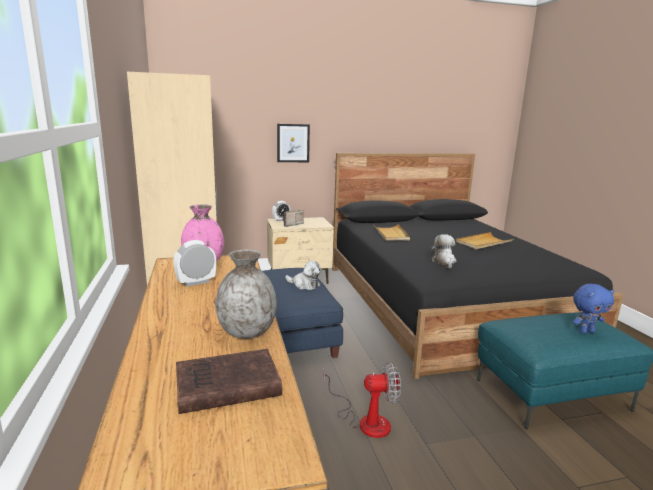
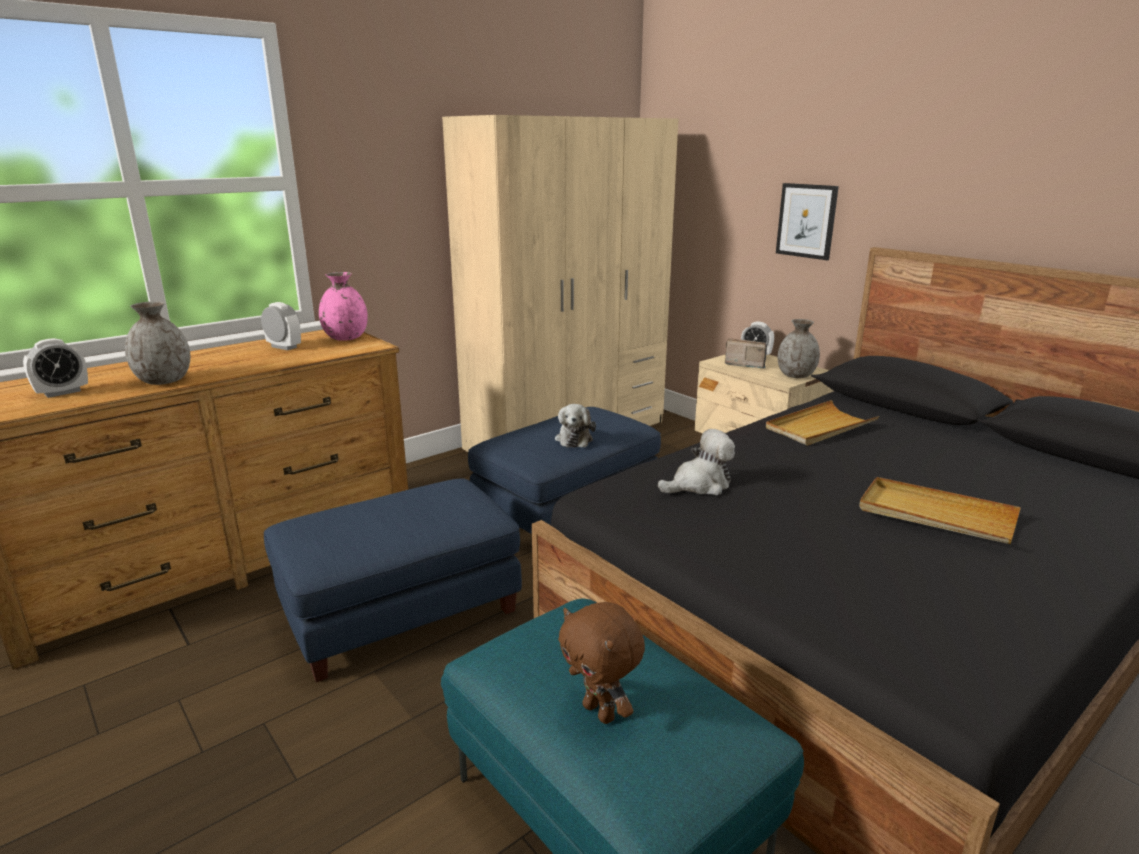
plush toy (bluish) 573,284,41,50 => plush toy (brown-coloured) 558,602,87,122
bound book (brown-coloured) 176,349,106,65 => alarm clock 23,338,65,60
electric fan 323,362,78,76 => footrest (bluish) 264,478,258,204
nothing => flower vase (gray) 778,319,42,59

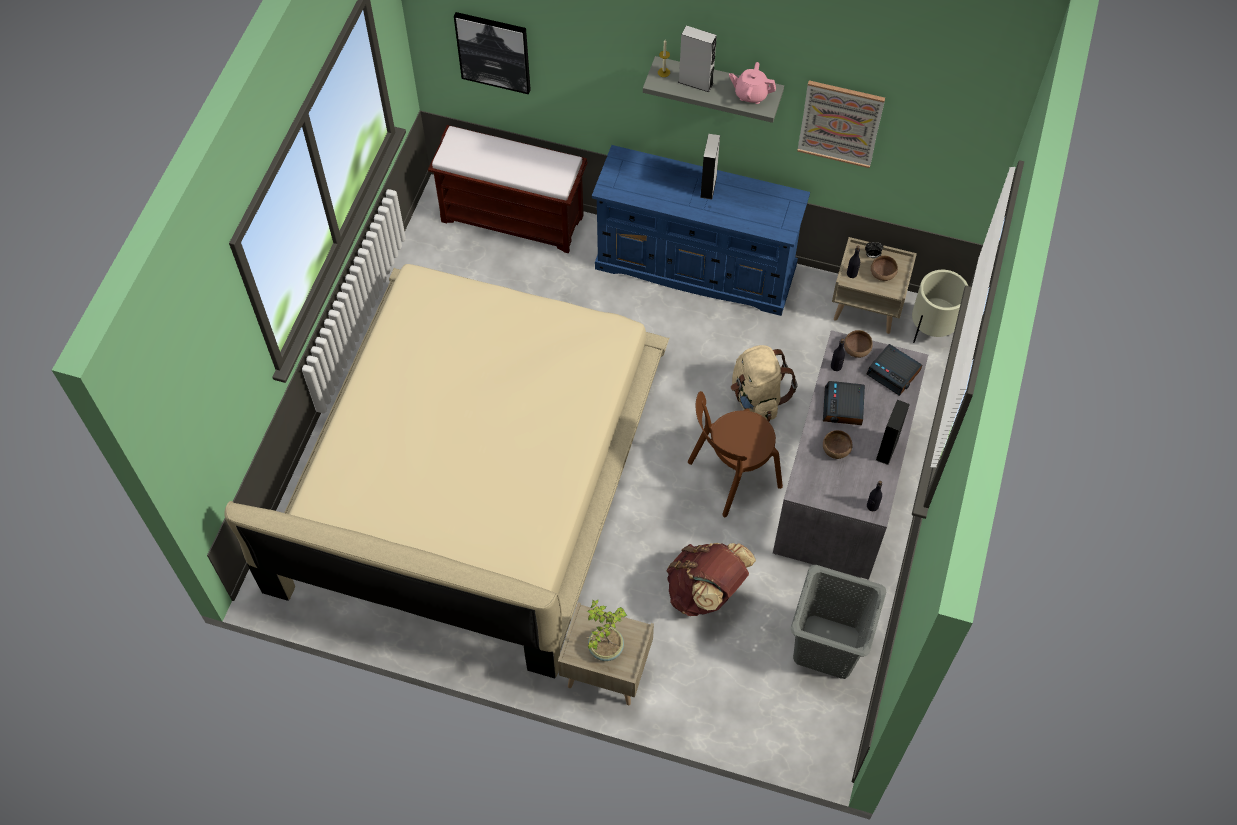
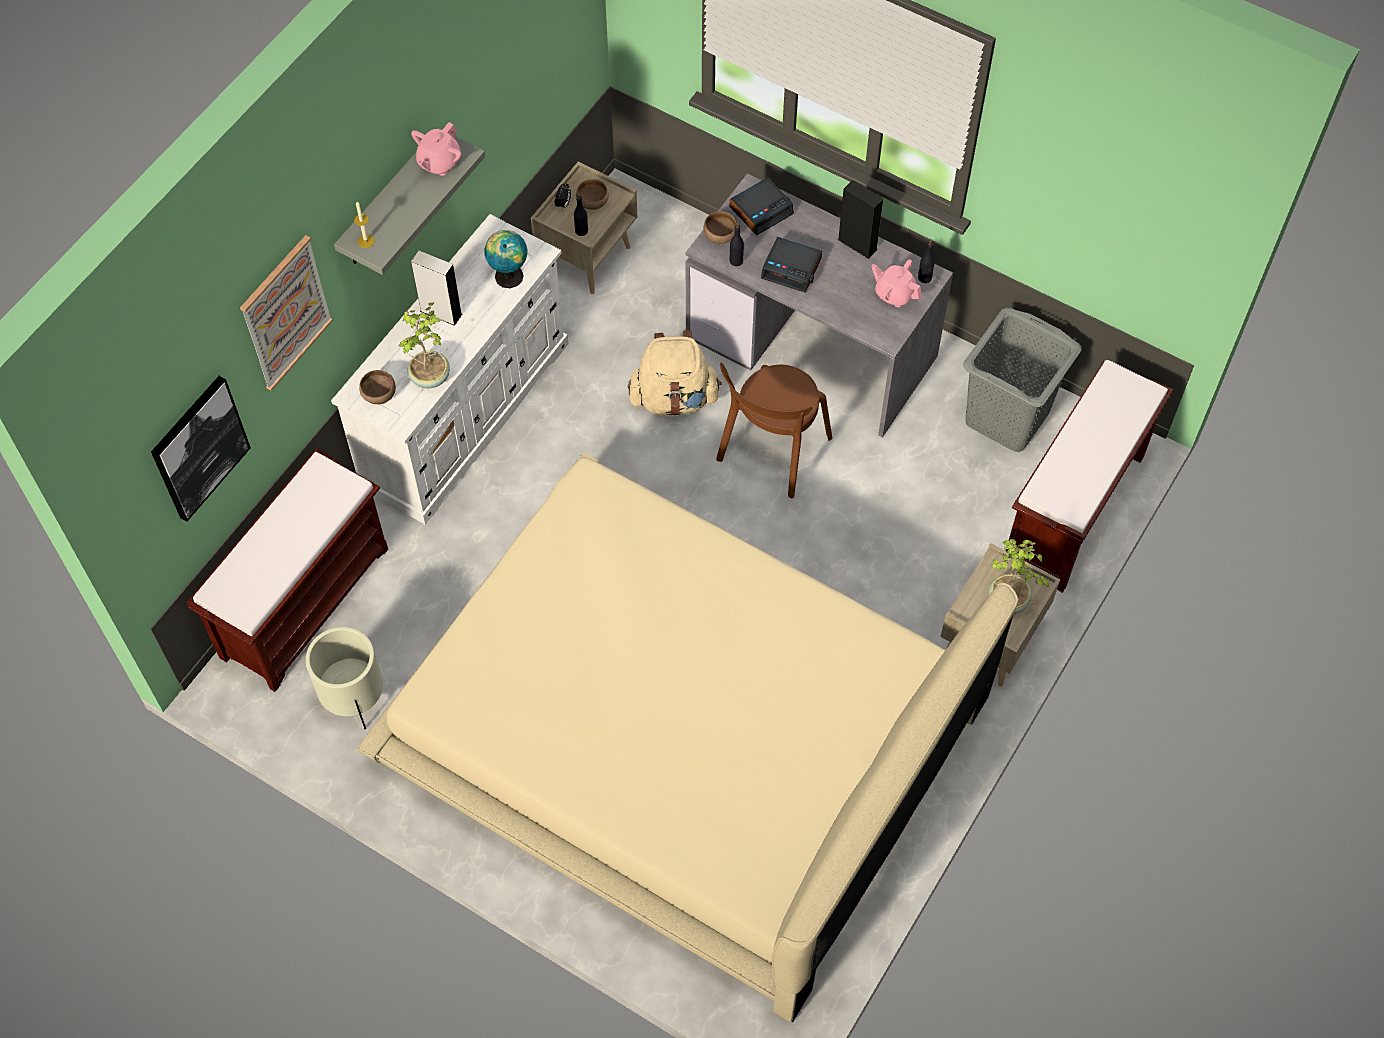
speaker (gray) 678,26,39,66 => nothing
wall picture 797,80,88,88 => wall picture 240,235,93,156, move
dresser (bluish) 592,145,218,171 => dresser (white) 331,214,237,310
planter (beige) 912,270,56,73 => planter (beige) 306,627,77,102, move
chair (brown-coloured) 688,391,95,126 => chair (brown-coloured) 716,363,116,136, 45 degrees clockwise
deep dish (brown-coloured) 823,430,30,29 => deep dish (brown-coloured) 359,370,37,34, move
knapsack (brown-coloured) 666,543,90,73 => nothing
nothing => desk globe 484,230,44,58
nothing => tea pot (pinkish) 871,259,51,48
nothing => plant in a pot 399,303,51,85
nothing => long seat (brown-coloured) 1006,360,167,233

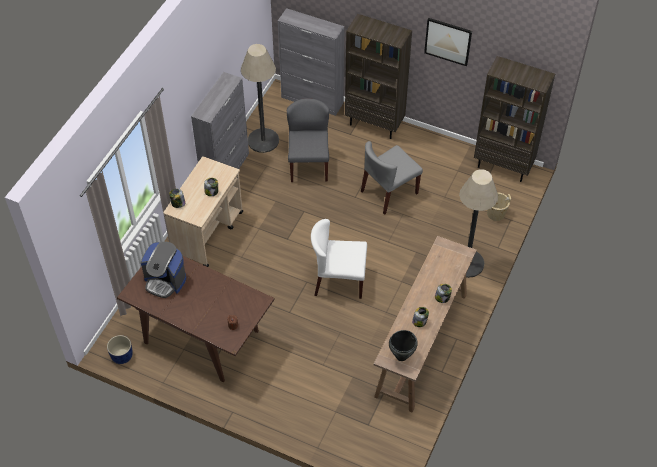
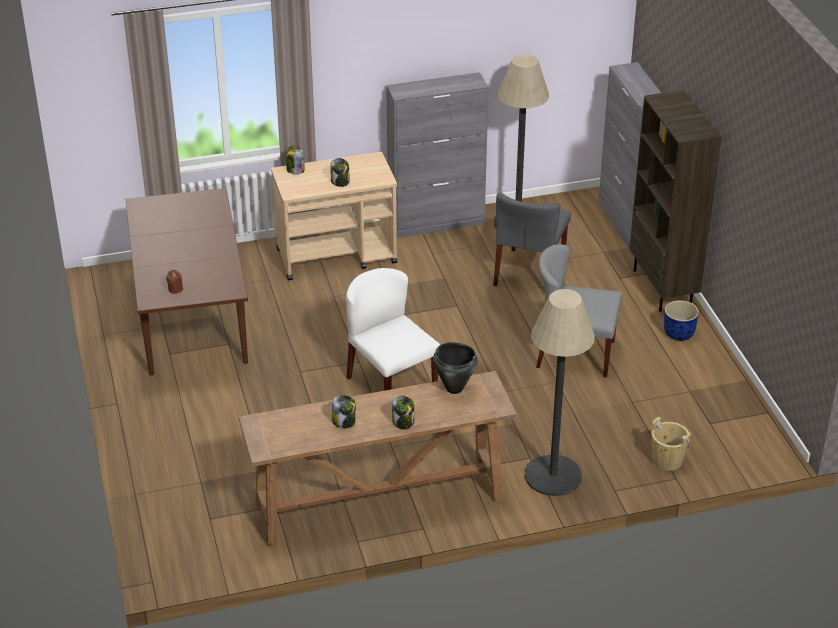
wall picture 424,18,48,48 => nothing
shelving unit (brown-coloured) 474,56,81,126 => nothing
chair (gray) 287,98,42,84 => chair (gray) 493,193,78,93, 150 degrees clockwise
coffee brewer 140,242,46,56 => nothing
cooking pot (blackish) 389,330,29,31 => cooking pot (blackish) 433,342,45,52, move
planter (bluish) 107,335,26,29 => planter (bluish) 664,300,35,41, move

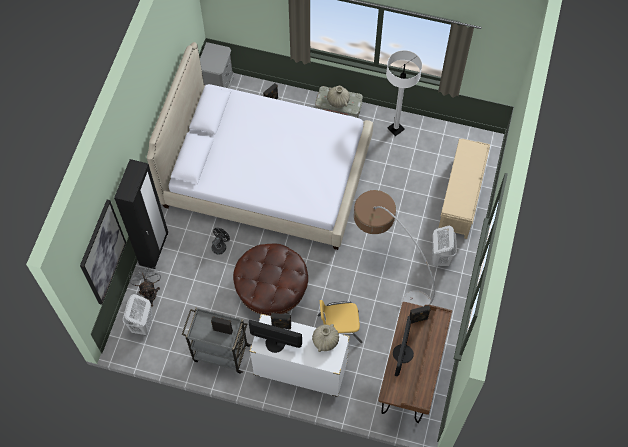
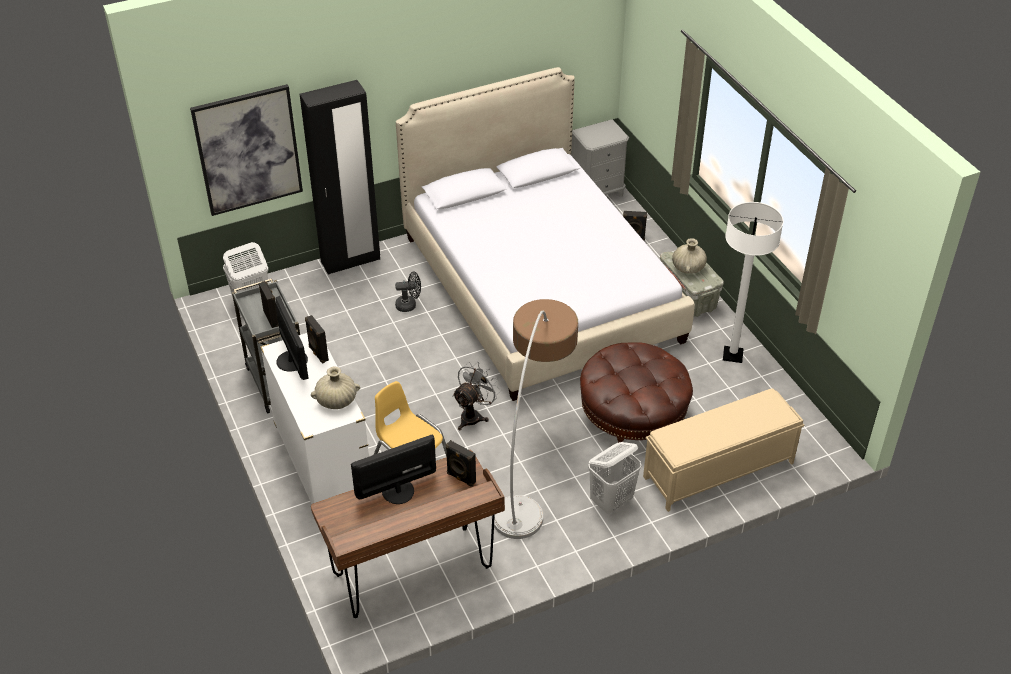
footrest (brown-coloured) 233,244,75,72 => footrest (brown-coloured) 580,342,113,101, move
electric fan (gray) 129,266,32,41 => electric fan (gray) 452,362,49,68, move

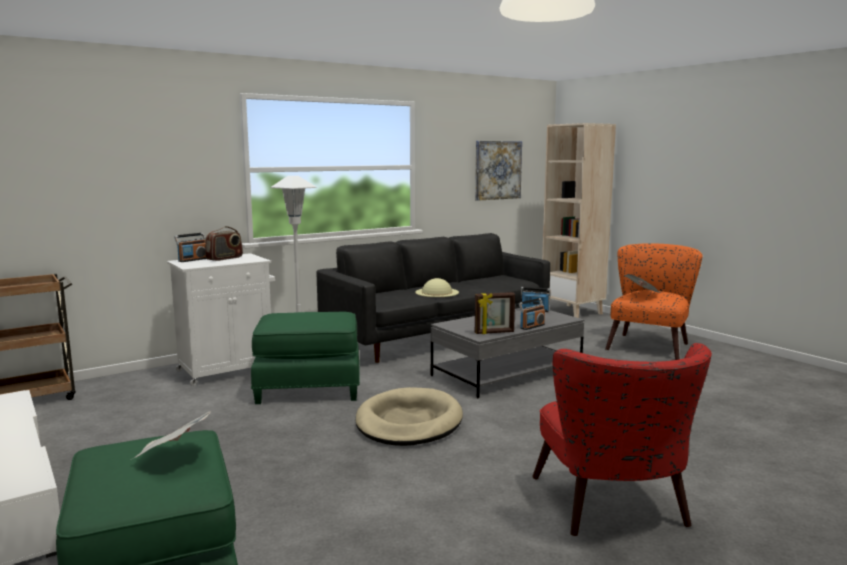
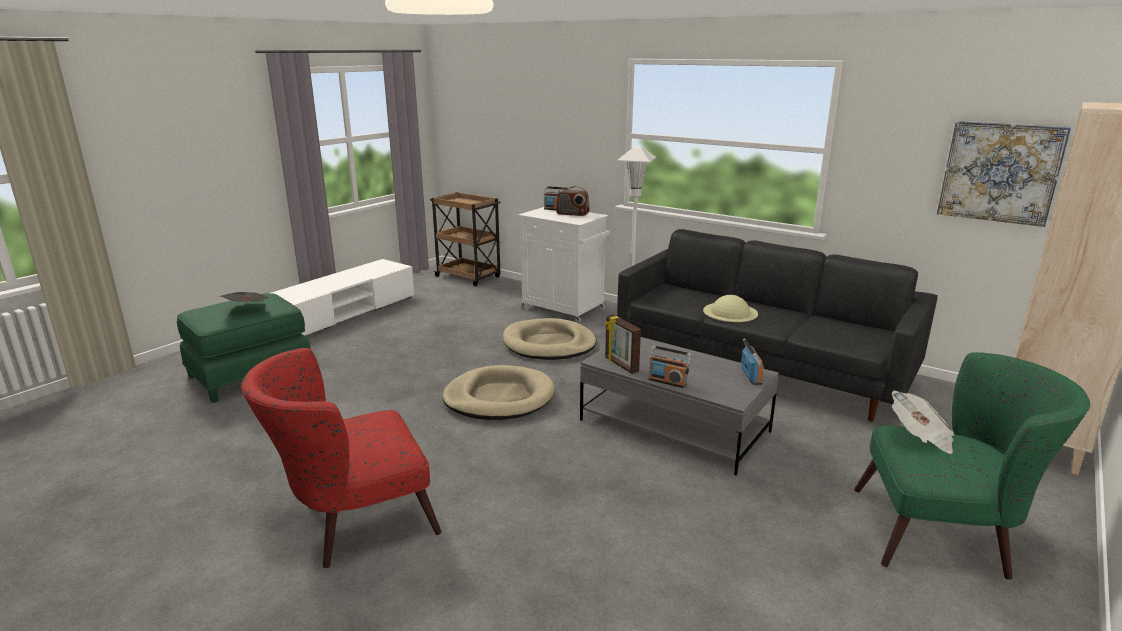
lounge chair (orangey) 605,243,97,117 => lounge chair (greenish) 854,352,236,228
footrest (greenish) 251,312,109,92 => dog bed (beige) 503,318,93,42

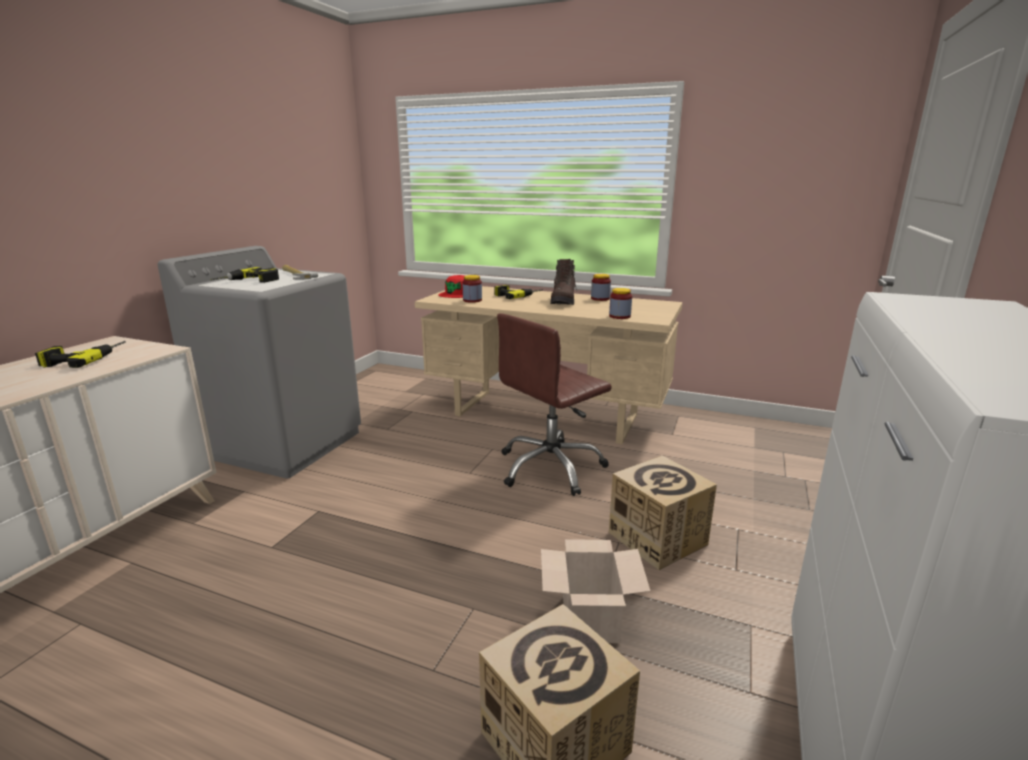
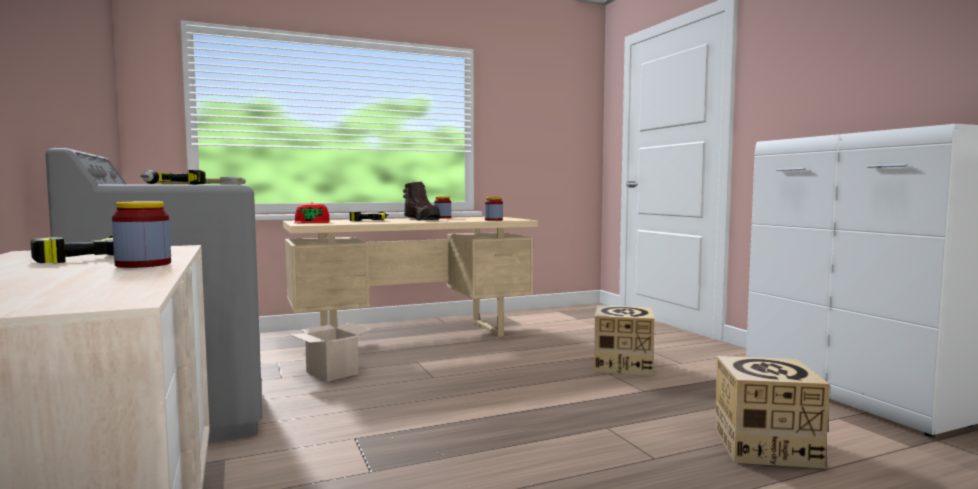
jar 463,275,19,28 => jar 112,201,59,67, move
computer chair (brown-coloured) 497,313,115,183 => nothing
cardboard box 541,539,109,104 => cardboard box 289,323,83,59, move

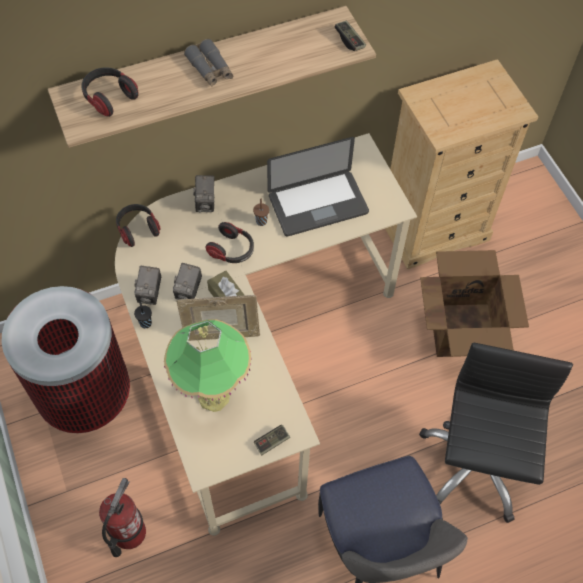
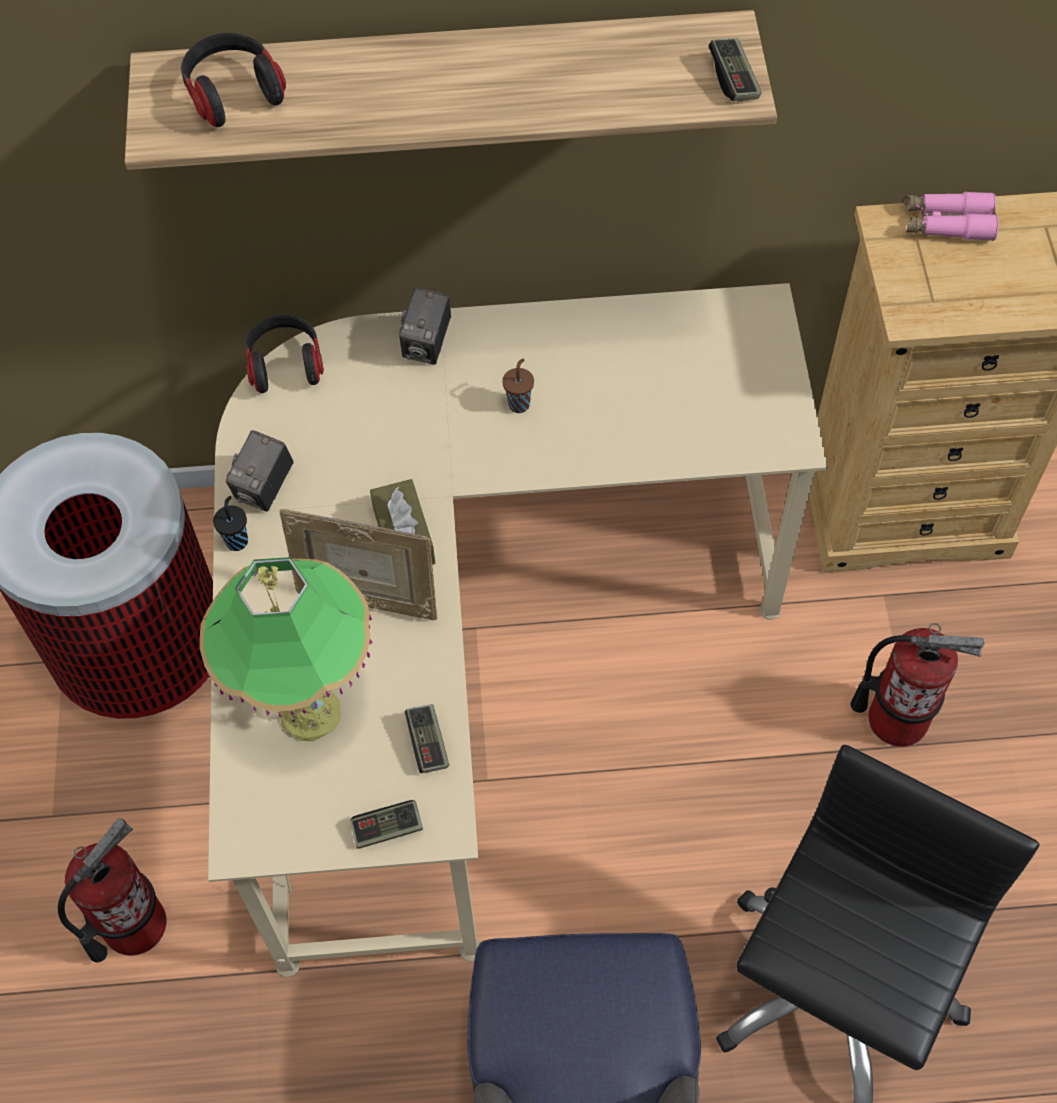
binoculars (gray) 184,39,49,48 => nothing
laptop 267,137,102,99 => nothing
pair of headphones 206,222,48,41 => nothing
cardboard box 420,250,109,107 => extinguisher 850,623,134,124
still camera 173,263,29,37 => nothing
nothing => binoculars (pinkish) 903,192,96,49
nothing => game controller 405,704,44,69

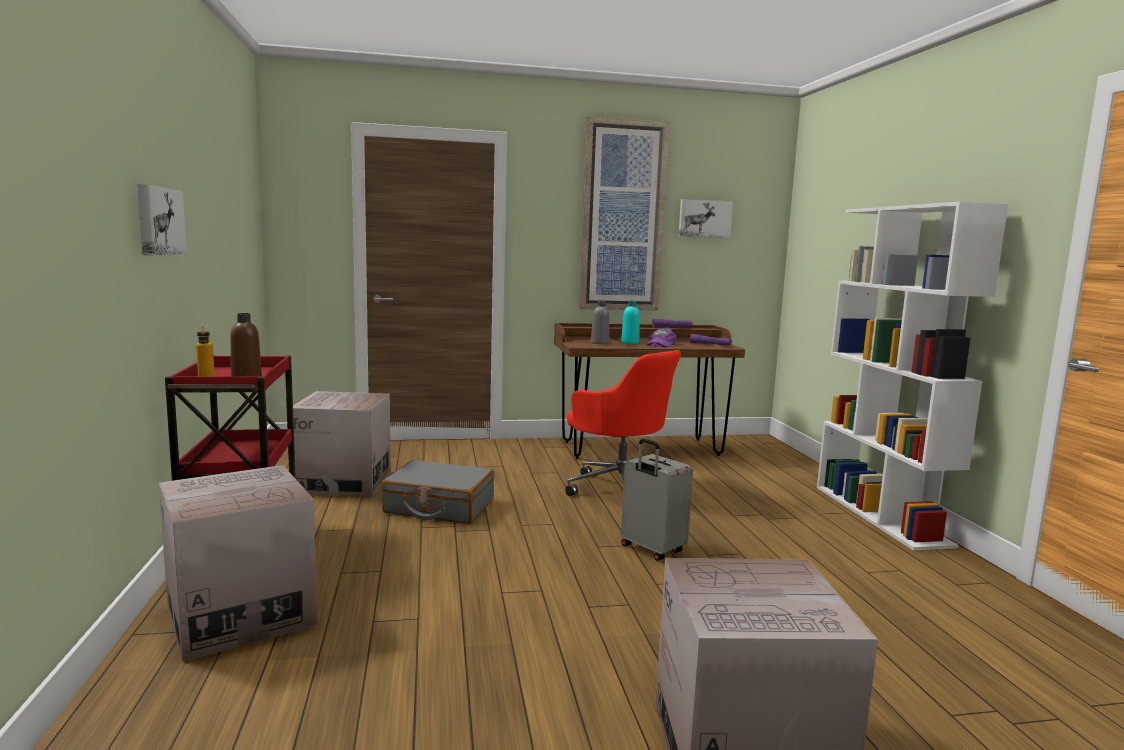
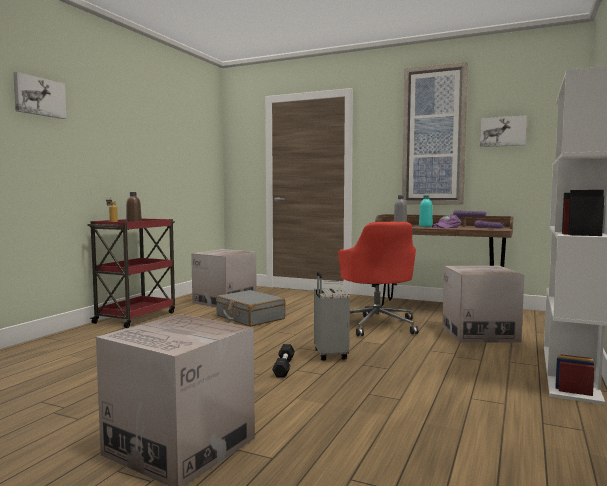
wall picture 137,184,50,72 => wall picture 13,72,54,47, move
cardboard box 159,465,159,197 => cardboard box 442,266,82,77, move
nothing => dumbbell (blackish) 272,344,23,34

